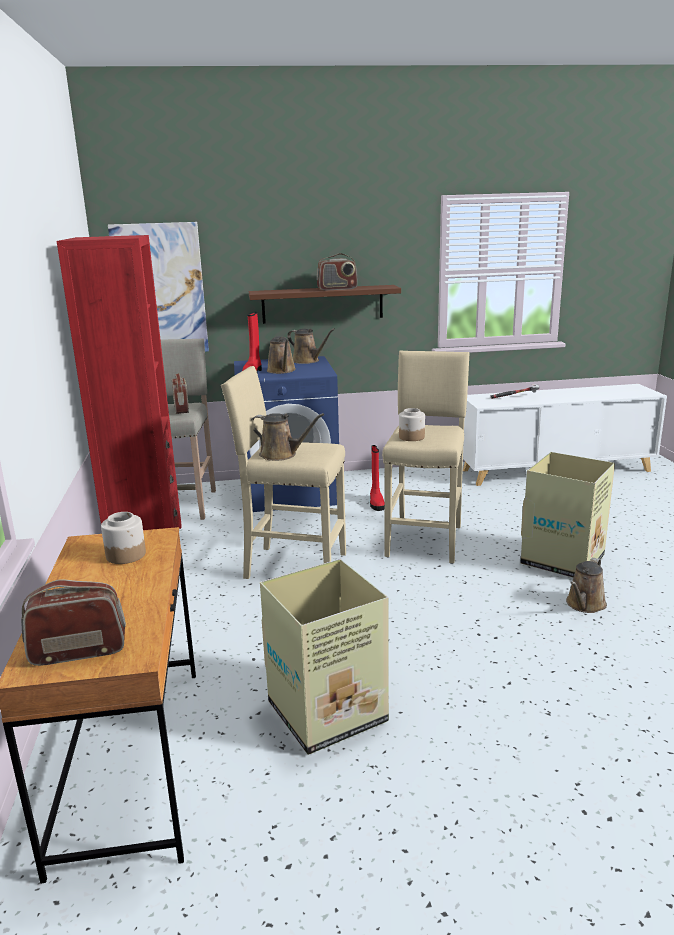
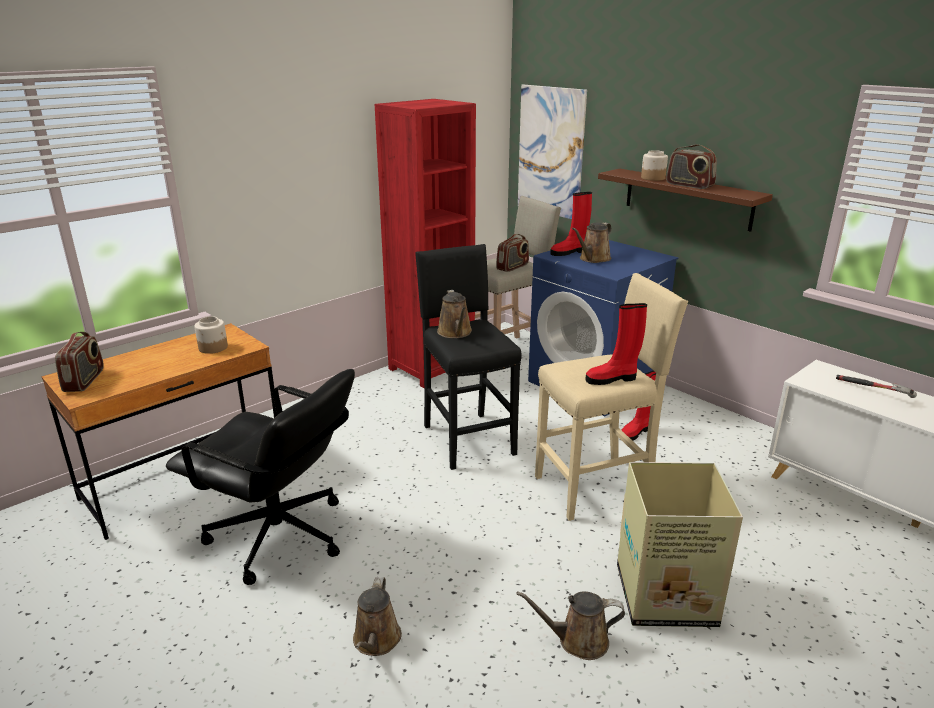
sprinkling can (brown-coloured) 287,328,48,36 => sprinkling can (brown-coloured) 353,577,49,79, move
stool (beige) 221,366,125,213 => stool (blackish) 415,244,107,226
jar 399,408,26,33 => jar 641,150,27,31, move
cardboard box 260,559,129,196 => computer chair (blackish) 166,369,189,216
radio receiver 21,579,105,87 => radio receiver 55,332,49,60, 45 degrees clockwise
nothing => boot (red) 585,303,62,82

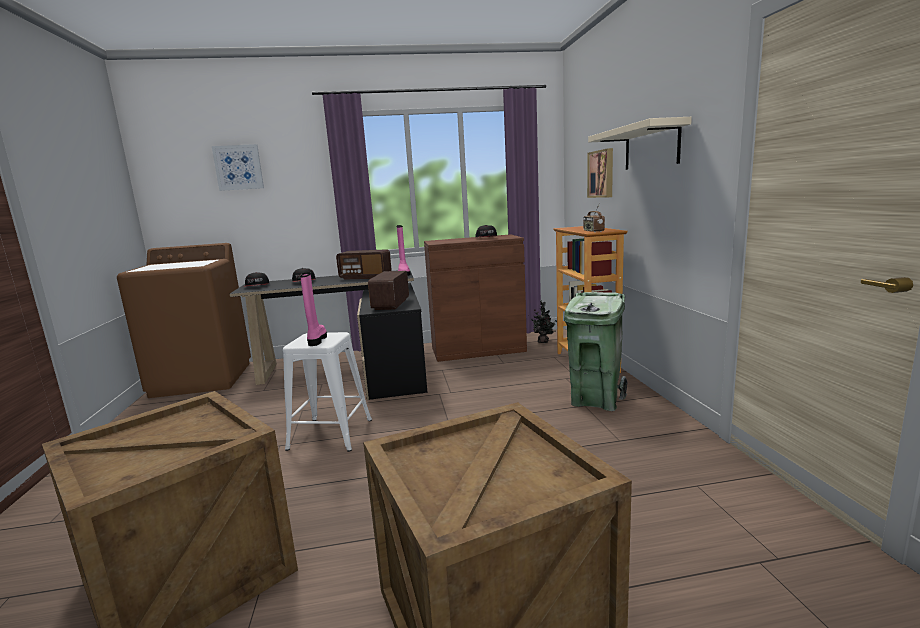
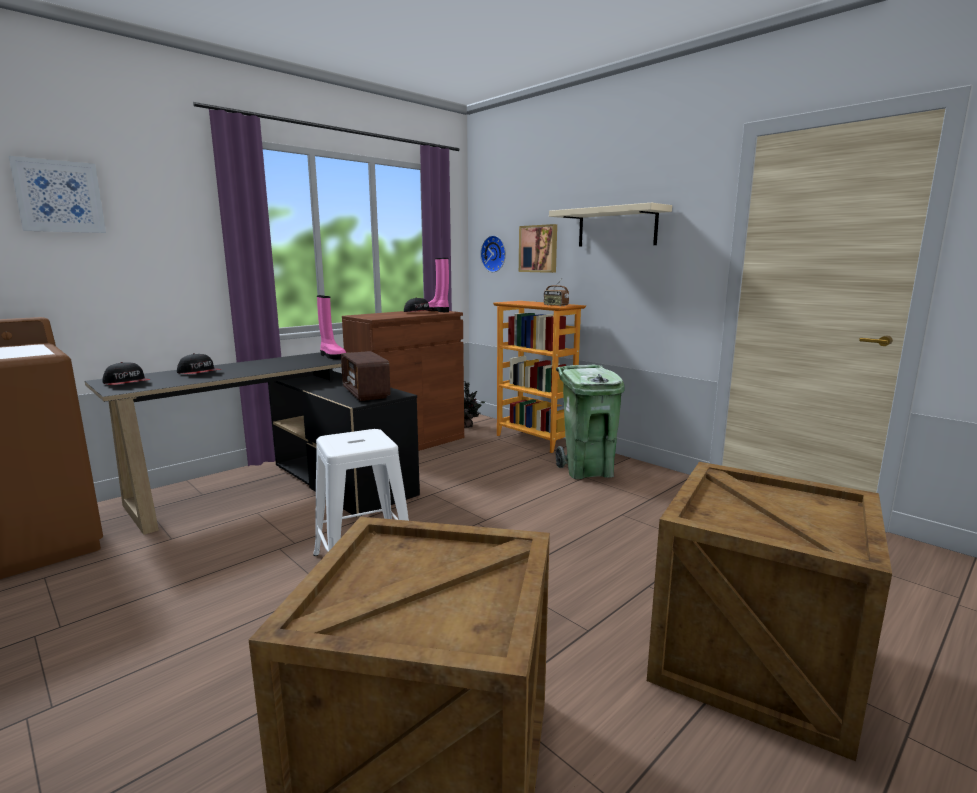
radio receiver 336,249,56,31 => nothing
boot (pinkish) 300,272,27,74 => boot (pinkish) 426,258,23,54, move
nothing => clock on the wall 480,235,26,37

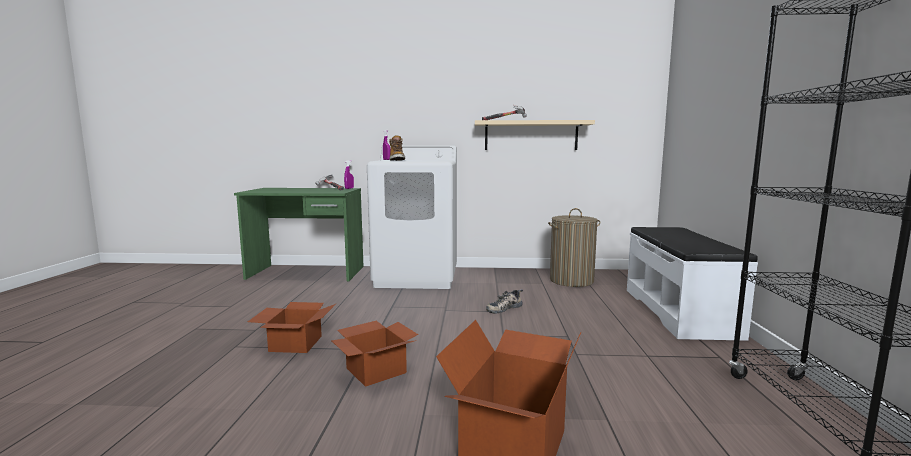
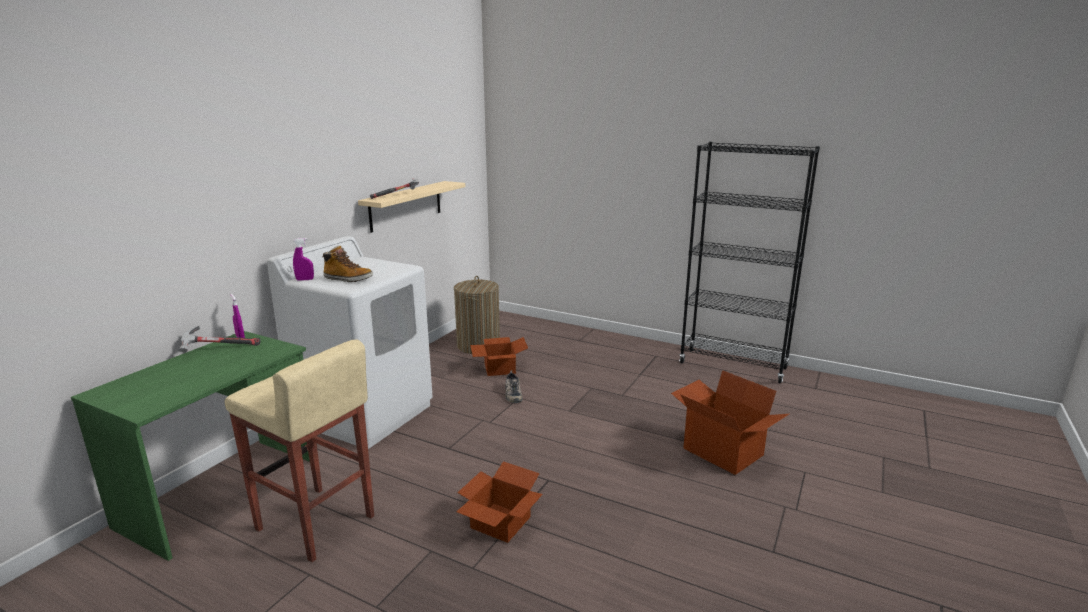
long seat (white) 627,227,131,114 => nothing
cardboard box 331,321,87,66 => cardboard box 470,337,58,39, move
nothing => stool (beige) 225,339,149,223

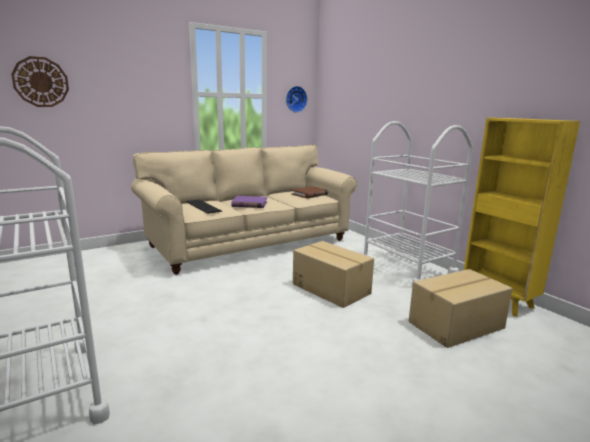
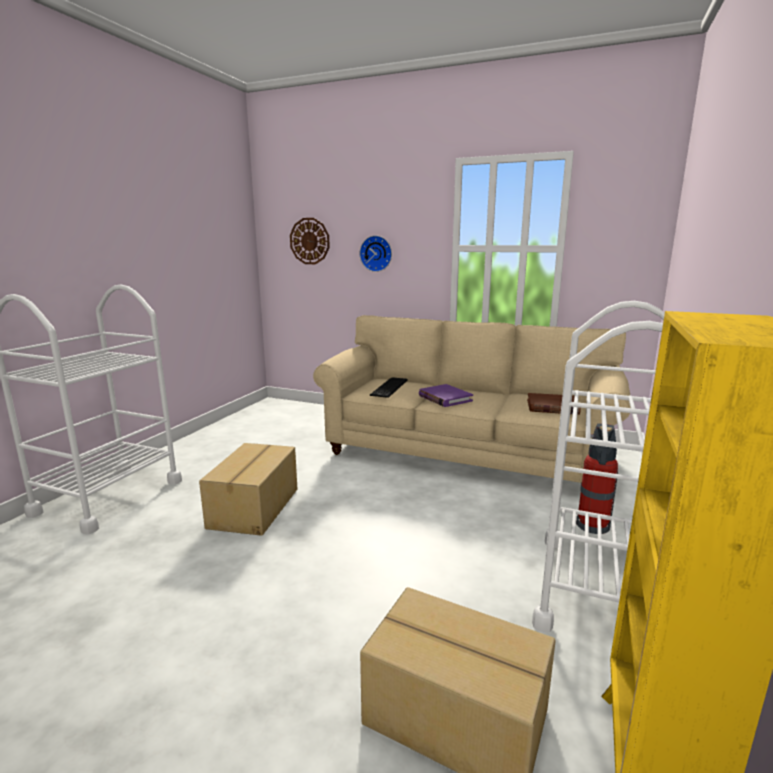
clock on the wall 286,86,21,27 => clock on the wall 360,235,32,37, move
cardboard box 293,241,81,67 => cardboard box 199,443,98,93, move
nothing => extinguisher 576,423,42,111

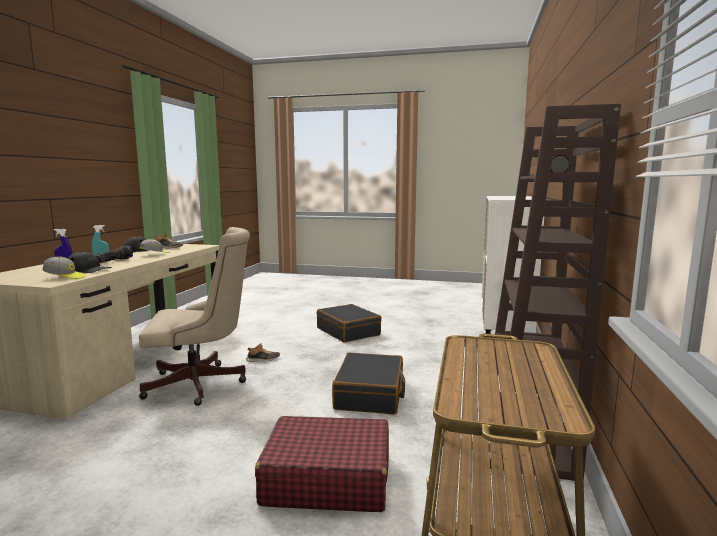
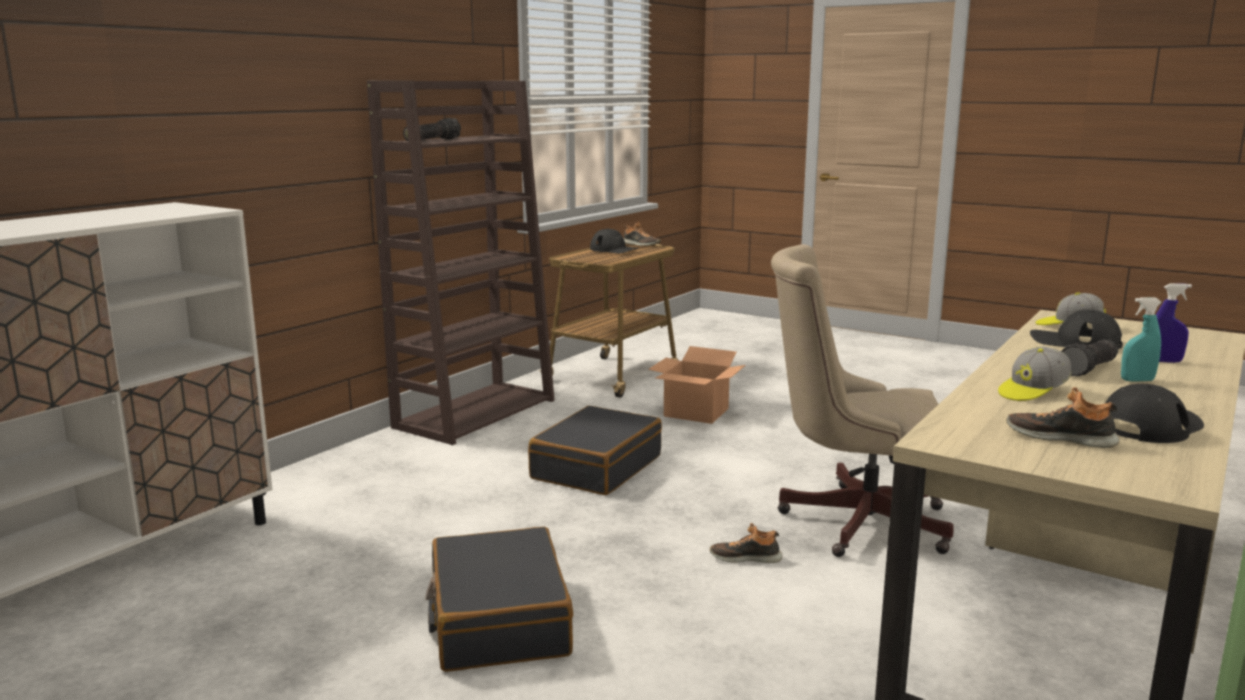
suitcase (red) 255,416,134,96 => cardboard box 648,346,98,78
nothing => low shoe 624,222,37,24
nothing => peaked cap (blackish) 590,229,48,24

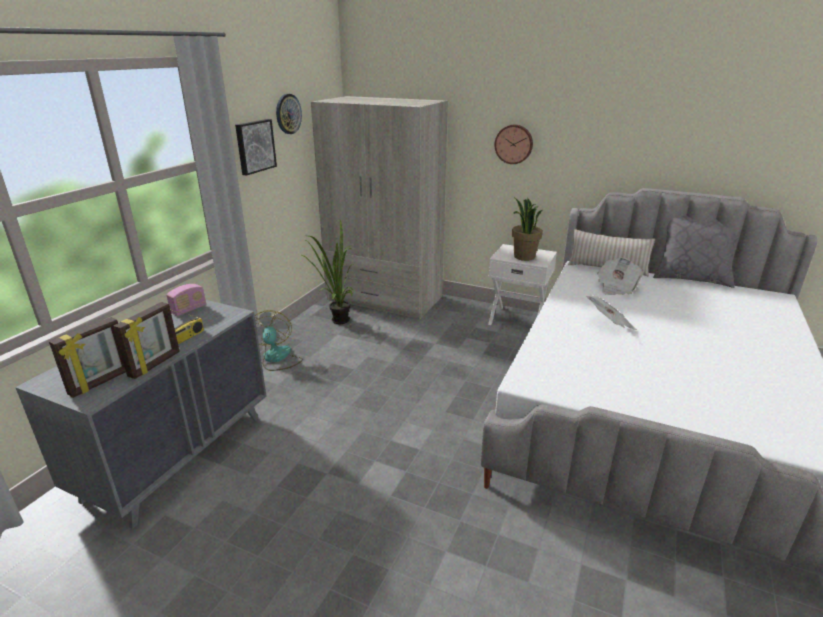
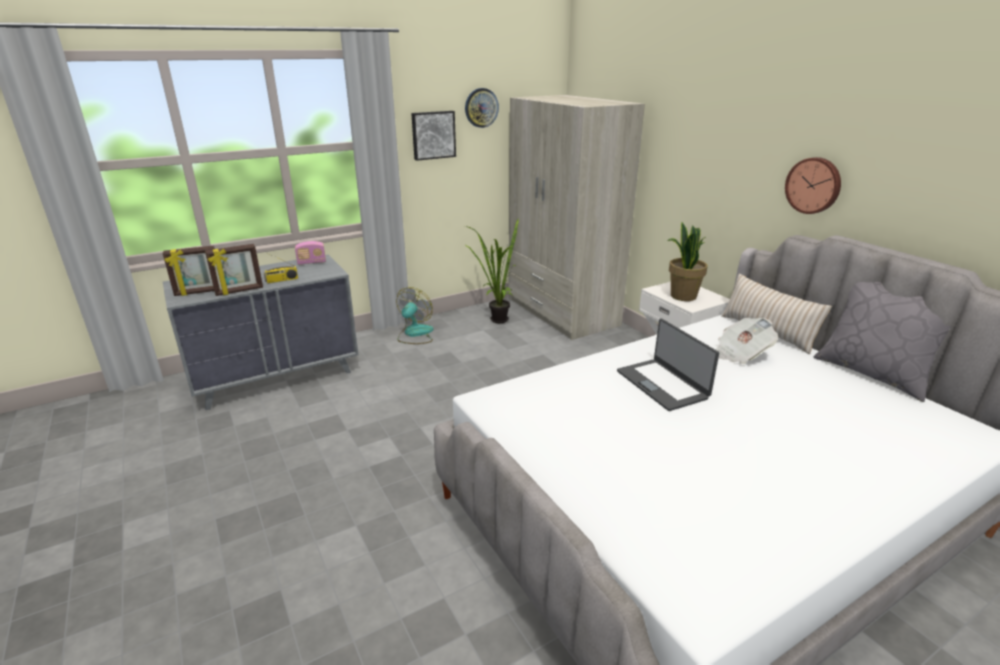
clock on the wall 494,124,39,40 => clock on the wall 785,157,56,57, move
daily paper 586,295,51,35 => laptop 617,319,102,92

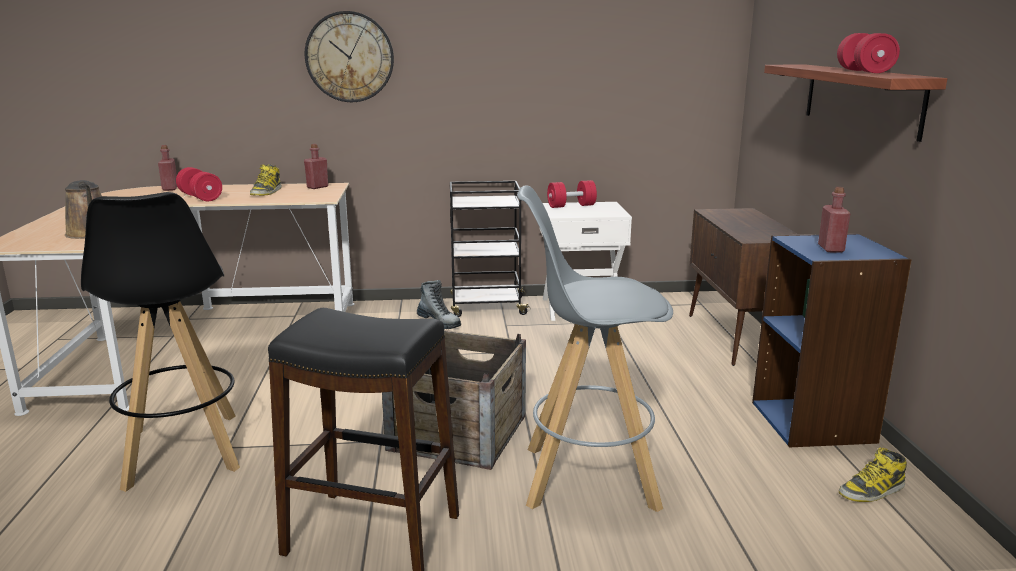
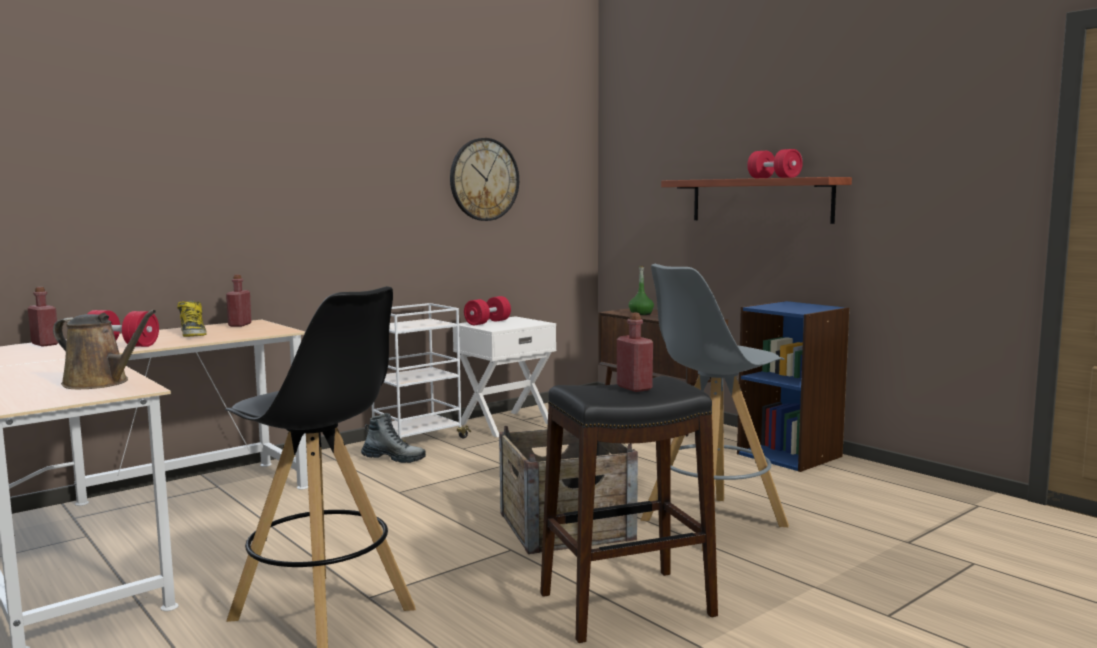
clock on the wall 305,11,89,91 => clock on the wall 450,138,69,83, move
trolley (blackish) 450,181,81,136 => trolley (white) 372,303,99,141
drink bottle (red) 818,187,33,66 => drink bottle (red) 617,313,36,79, move
boot 839,448,68,54 => nothing
nothing => drink bottle (greenish) 629,266,25,49

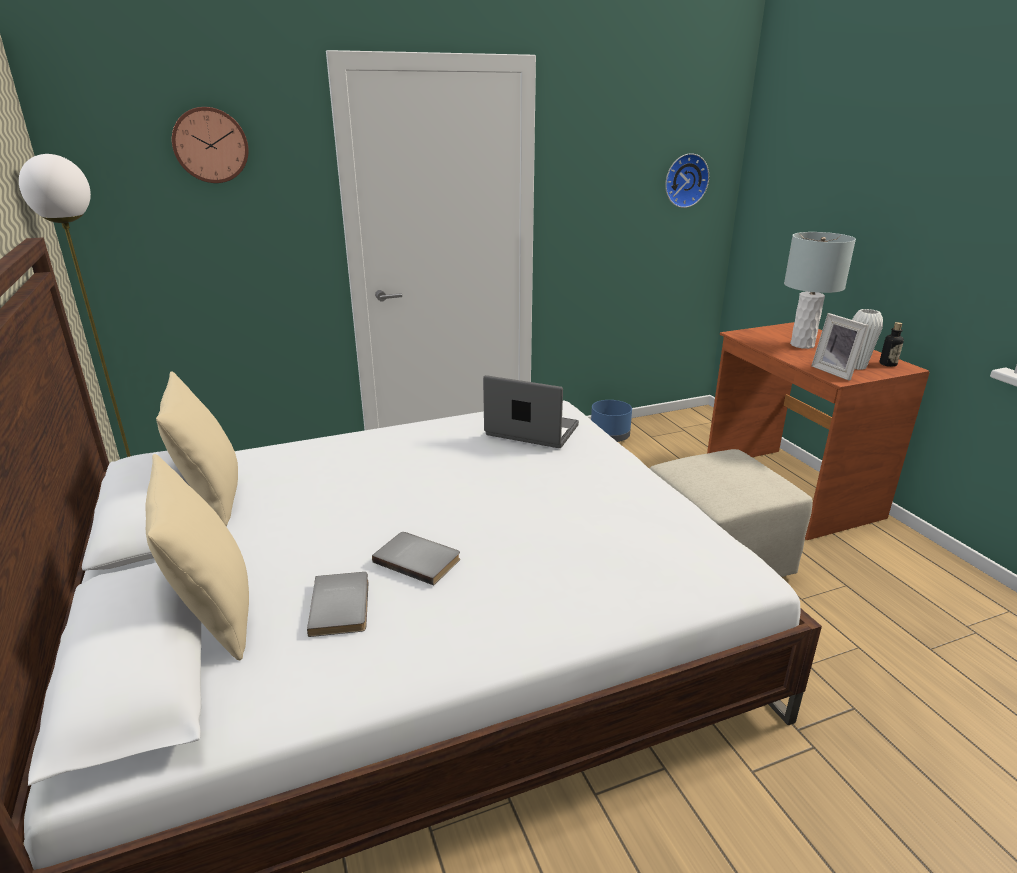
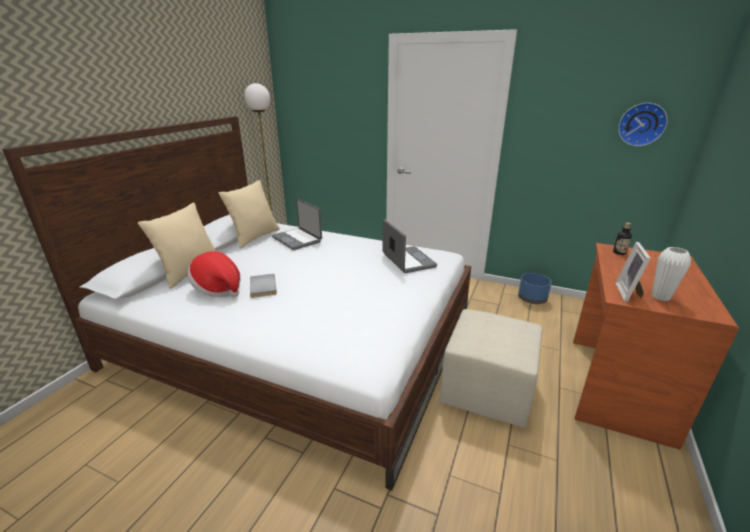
clock on the wall 172,107,77,76 => nothing
table lamp (gray) 784,232,72,117 => nothing
drink bottle 880,322,24,45 => drink bottle 613,222,19,33, move
bound book (gray) 307,572,61,65 => wearable hat 188,251,53,46
nothing => laptop 272,199,50,51

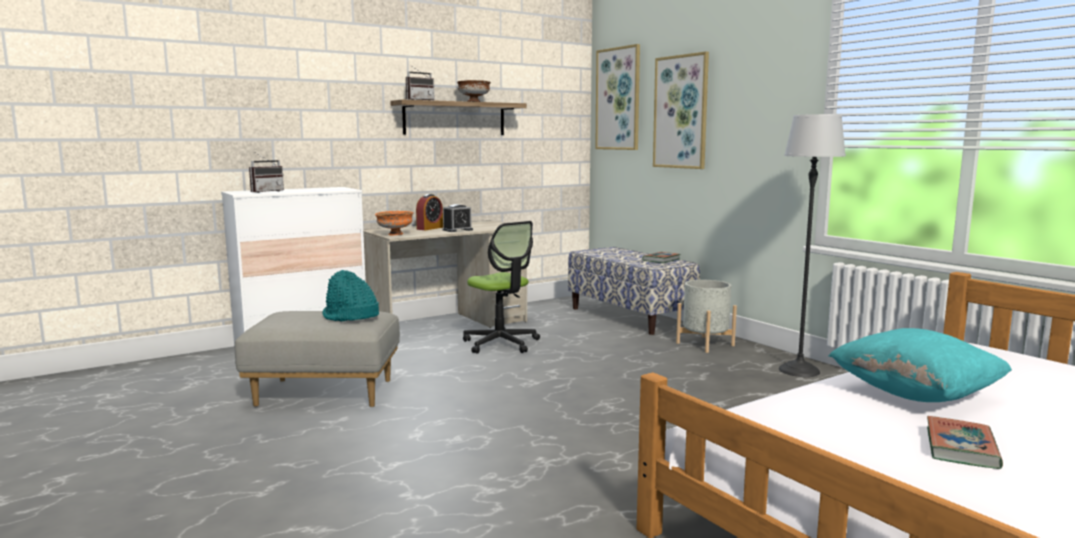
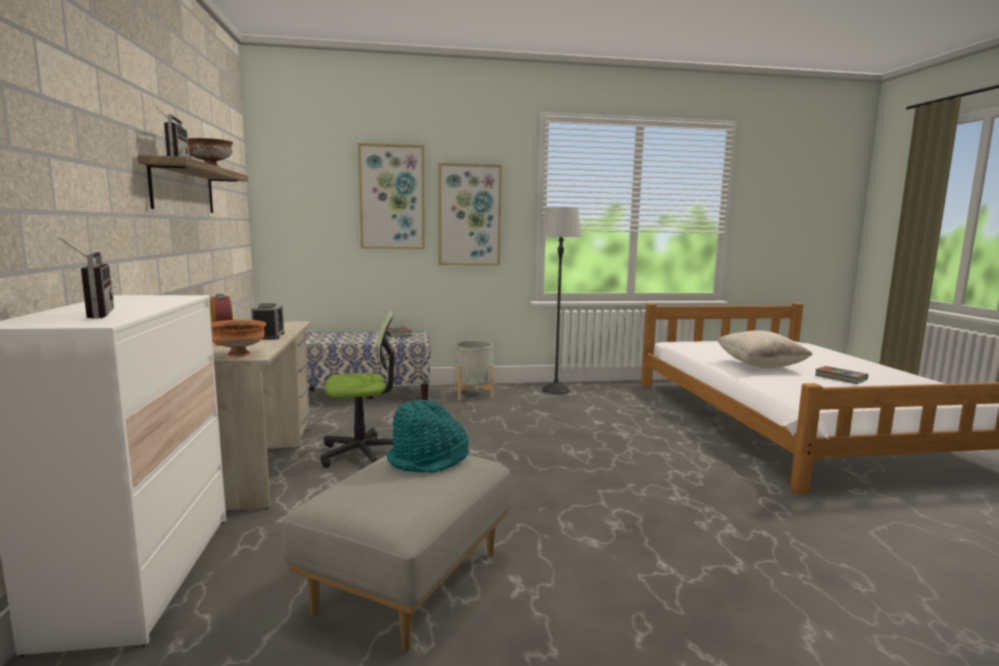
wall picture 595,44,45,106 => wall picture 439,163,63,102, move
cushion (turquoise) 829,328,183,74 => cushion (beige) 717,331,96,37

